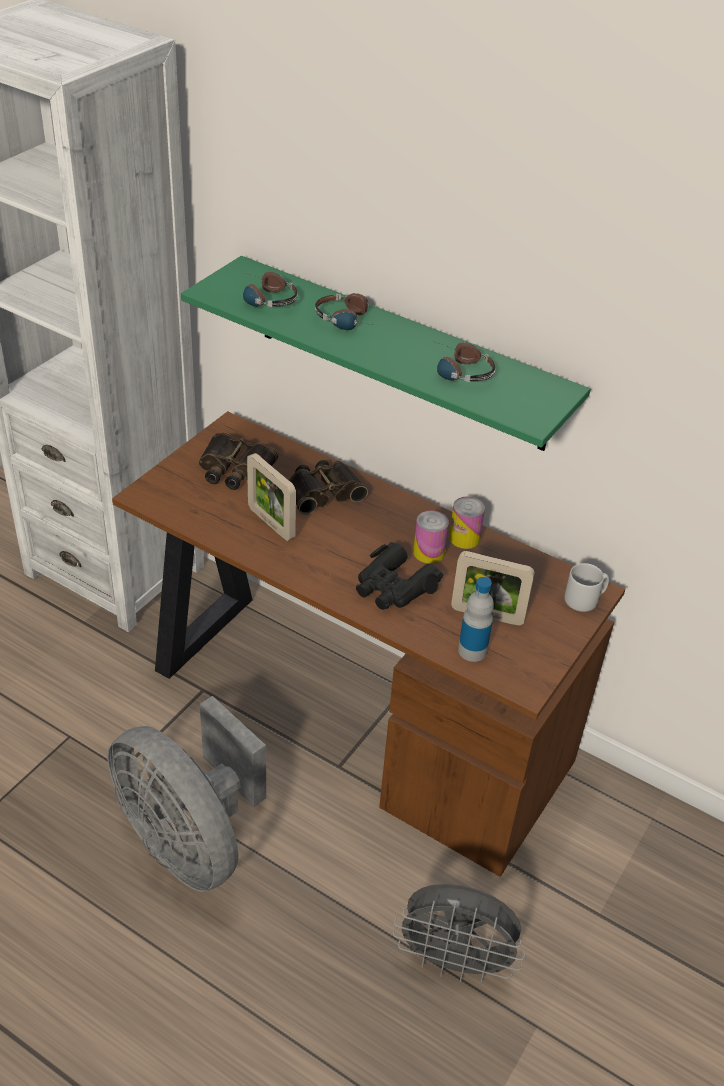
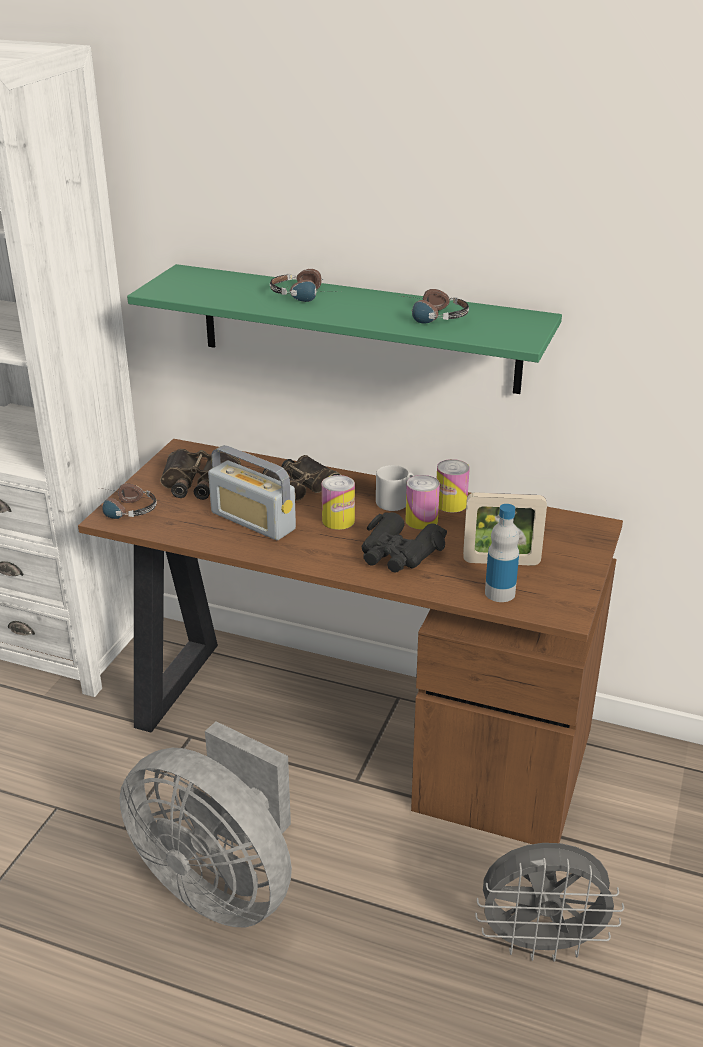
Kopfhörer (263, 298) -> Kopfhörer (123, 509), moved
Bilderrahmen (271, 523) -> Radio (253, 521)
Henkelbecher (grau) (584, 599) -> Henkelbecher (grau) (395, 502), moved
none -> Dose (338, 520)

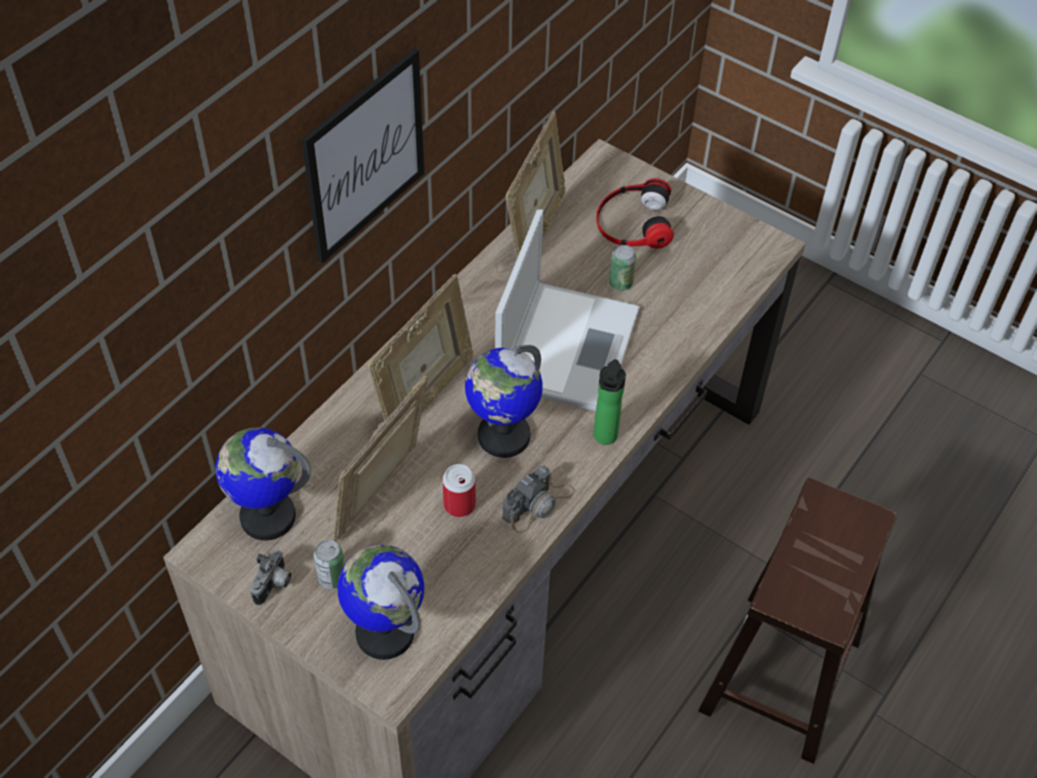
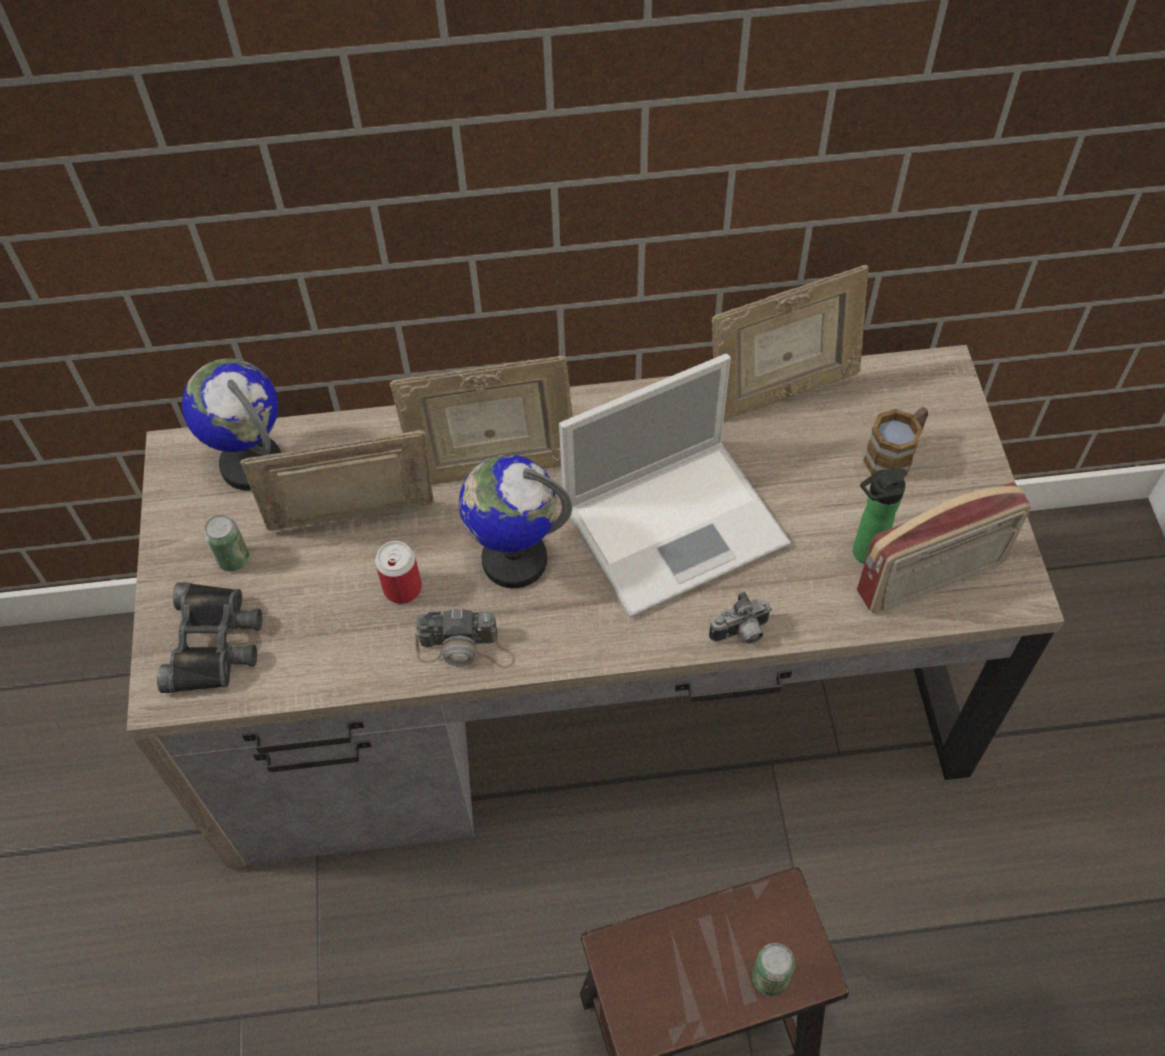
Kamera (274, 585) -> Kamera (741, 633), moved
Bild (365, 156) -> none
Globus (385, 632) -> Fernglas (schwarz) (214, 643)
Flasche (604, 438) -> Flasche (863, 554), moved
Kopfhörer (633, 222) -> Henkelbecher (895, 455)
Dose (620, 283) -> Dose (770, 978), moved
none -> Radio (932, 579)

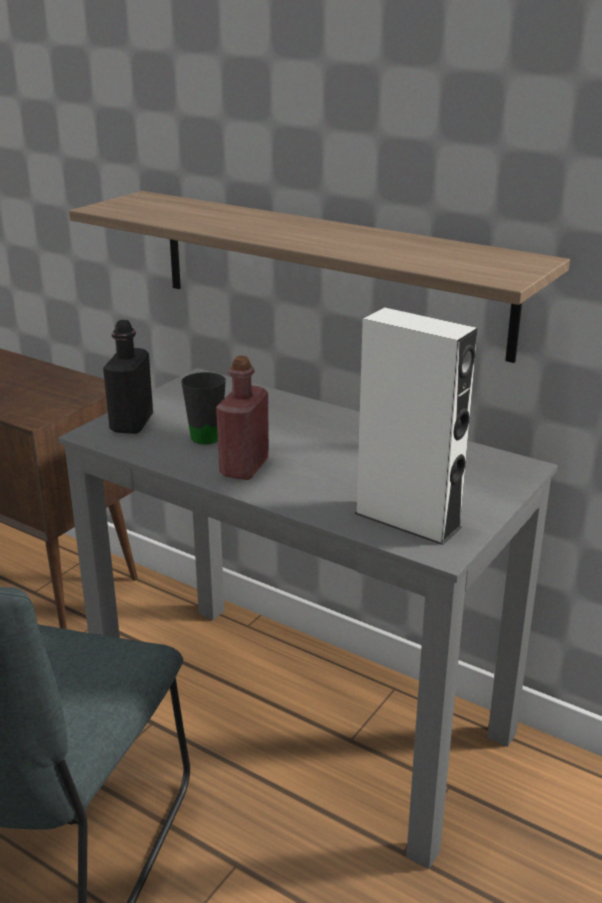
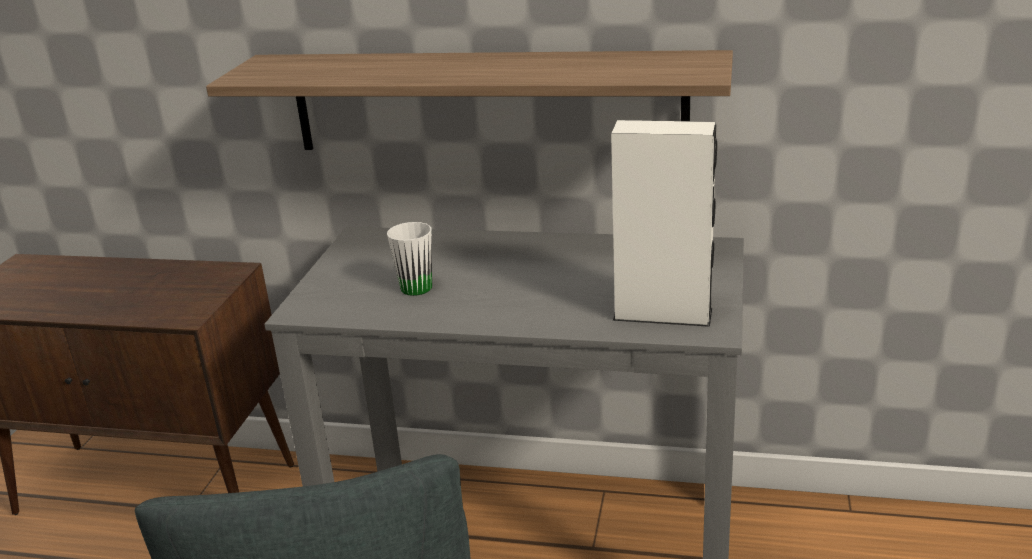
Flasche (schwarz) (132, 423) -> none
Henkelbecher (schwarz) (206, 433) -> Henkelbecher (weiß) (412, 284)
Flasche (rot) (244, 467) -> none

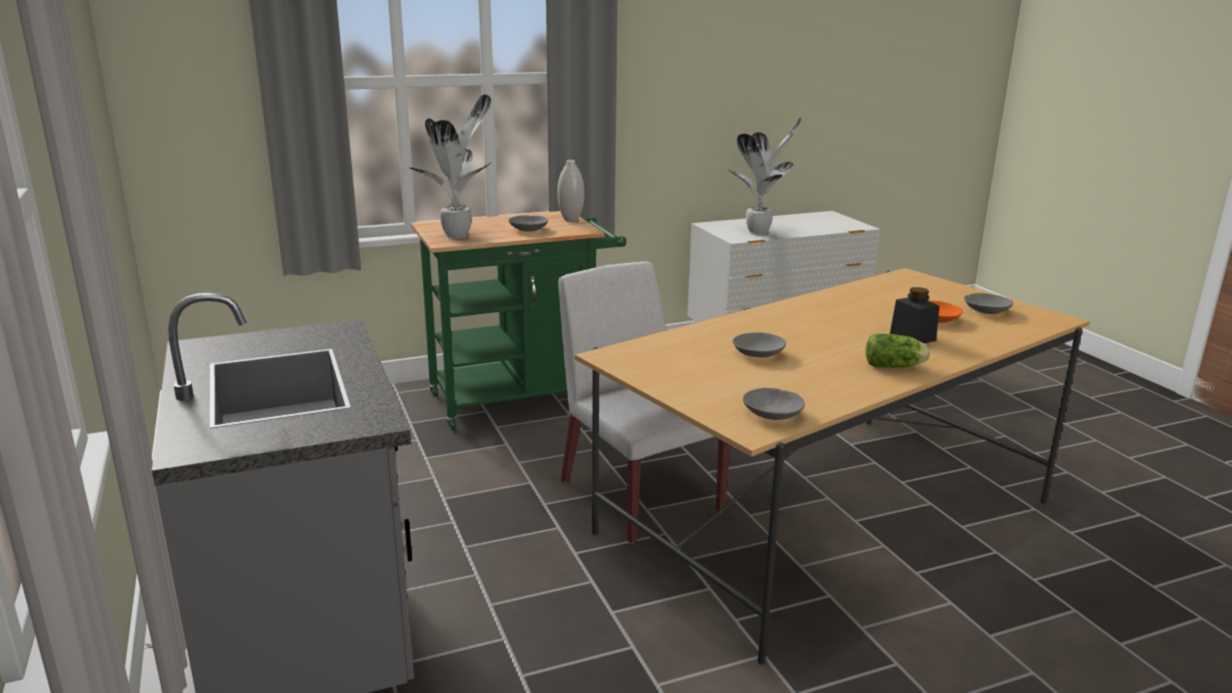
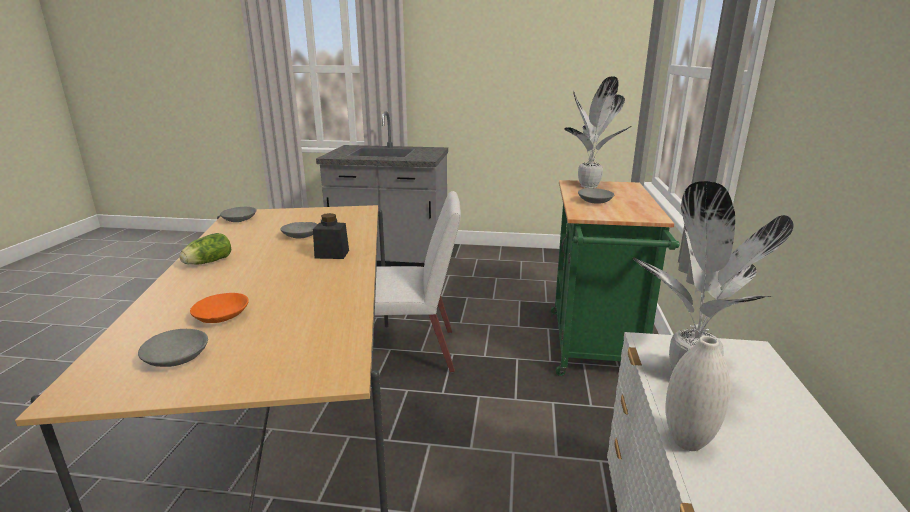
Vase (weiß) (570, 219) -> Vase (weiß) (687, 442), moved
Vorratsglas (schwarz) (912, 337) -> Vorratsglas (schwarz) (332, 254), moved

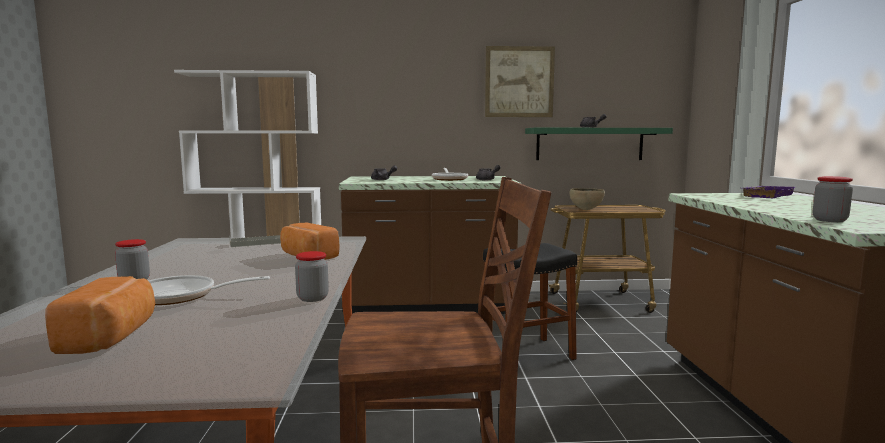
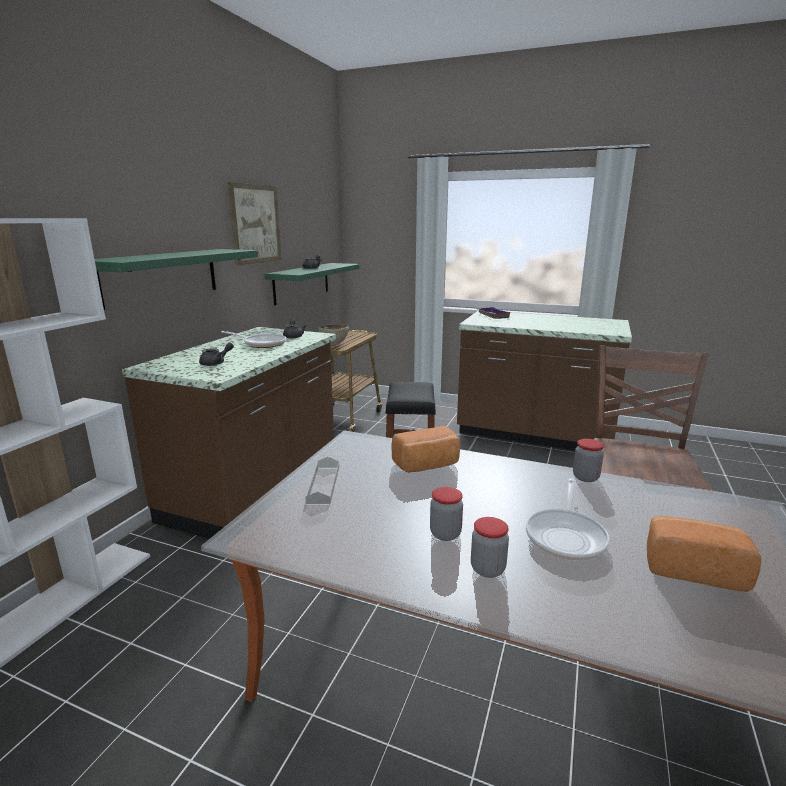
Vorratsglas (829, 220) -> Vorratsglas (445, 534), moved
none -> Wandregal (grün) (161, 276)

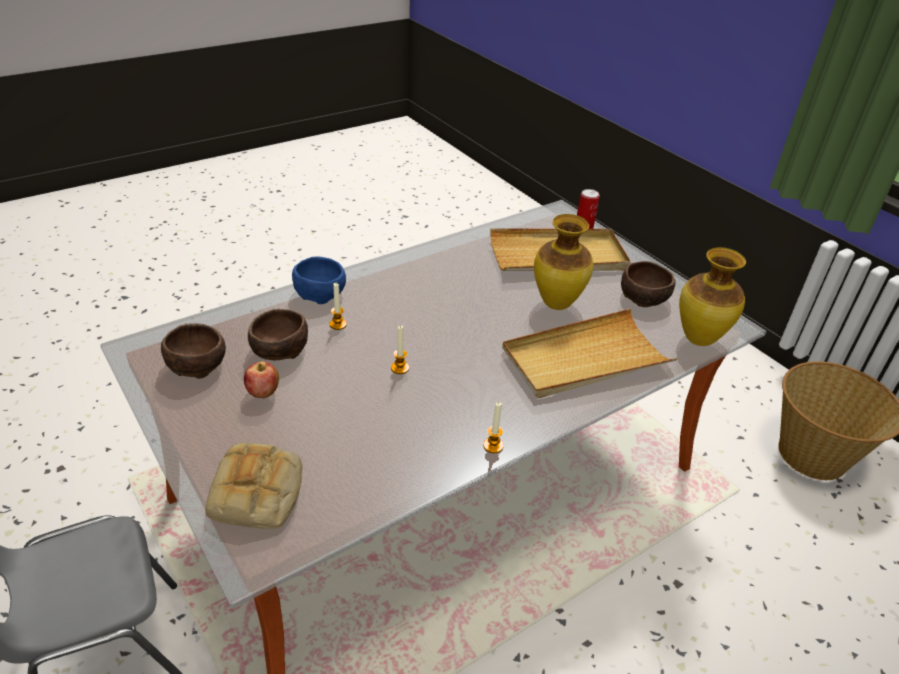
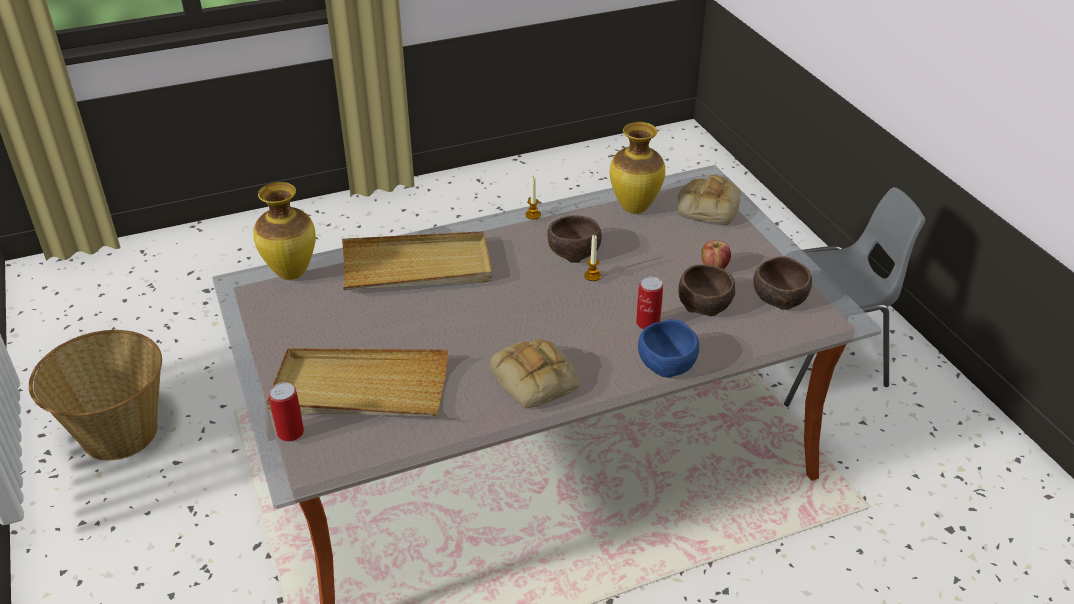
Kerze (338, 324) -> Dose (647, 323)
Vase (557, 303) -> Vase (633, 208), moved
Schüssel (braun) (645, 297) -> Schüssel (braun) (573, 251), moved
none -> Brot (536, 380)

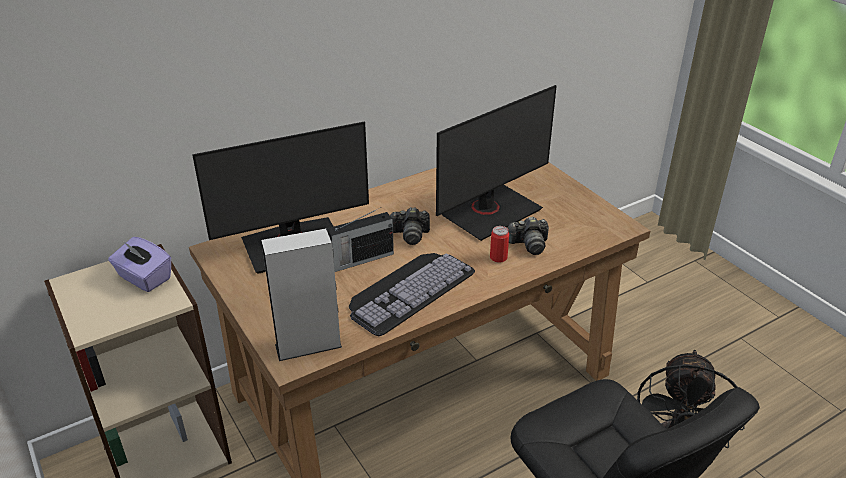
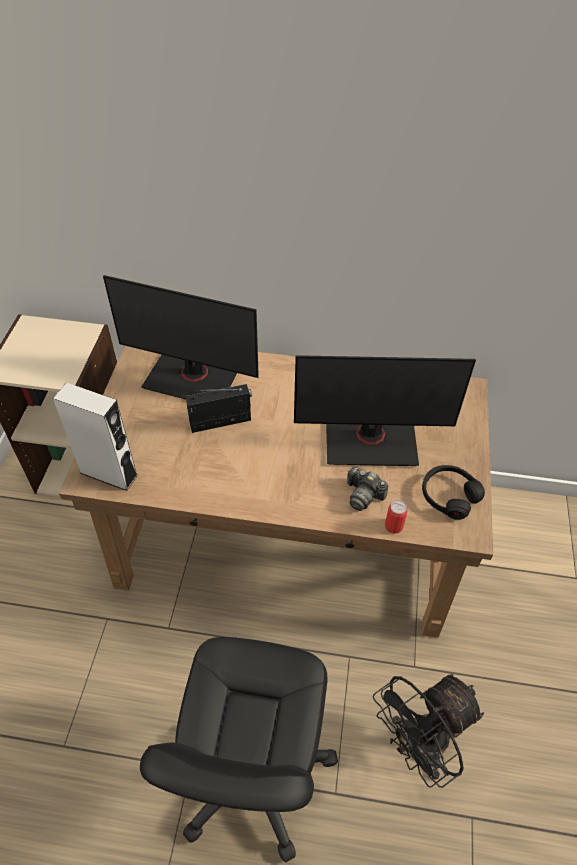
Taschentuchbox (lila) (144, 278) -> none
Radio (360, 259) -> Radio (221, 422), 150 degrees clockwise
Tastatur (408, 289) -> none
Kamera (410, 235) -> none
Dose (498, 257) -> Dose (393, 526), moved
none -> Kopfhörer (schwarz) (449, 495)

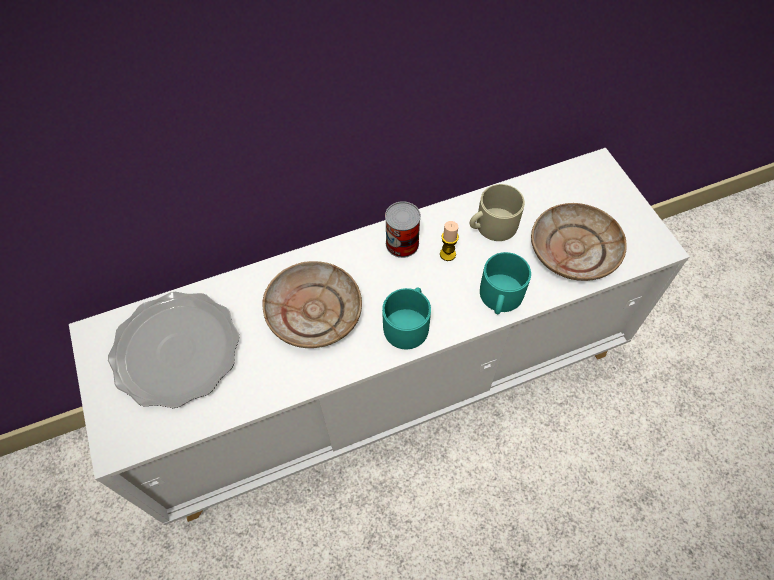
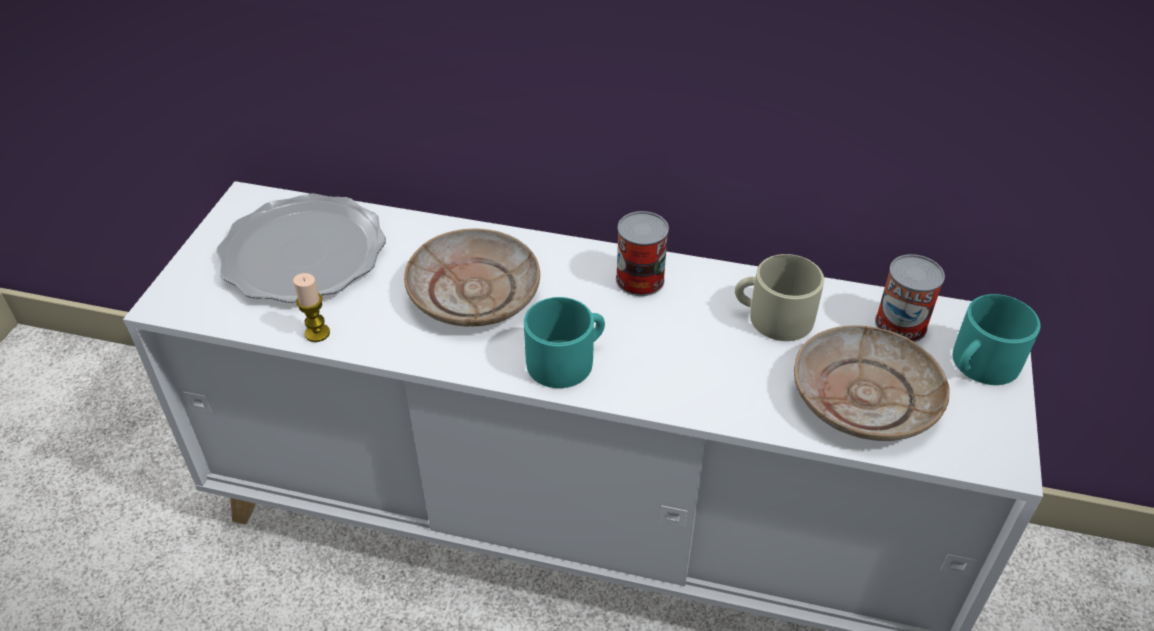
Kerze (447, 254) -> Kerze (317, 333), moved
Henkelbecher (türkis) (500, 298) -> Henkelbecher (türkis) (980, 364), moved
none -> Dose (900, 324)

